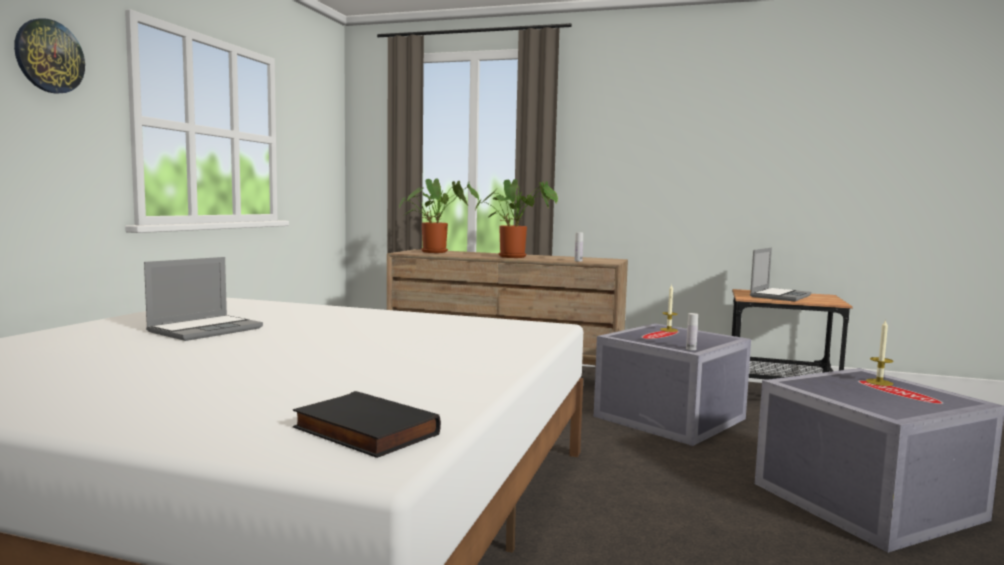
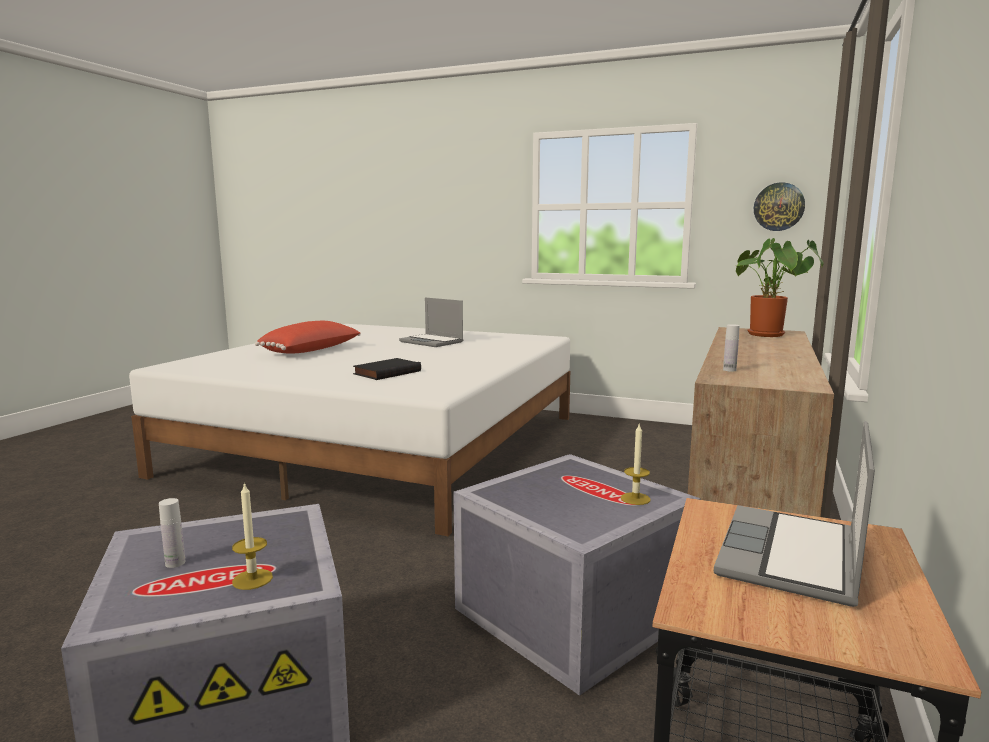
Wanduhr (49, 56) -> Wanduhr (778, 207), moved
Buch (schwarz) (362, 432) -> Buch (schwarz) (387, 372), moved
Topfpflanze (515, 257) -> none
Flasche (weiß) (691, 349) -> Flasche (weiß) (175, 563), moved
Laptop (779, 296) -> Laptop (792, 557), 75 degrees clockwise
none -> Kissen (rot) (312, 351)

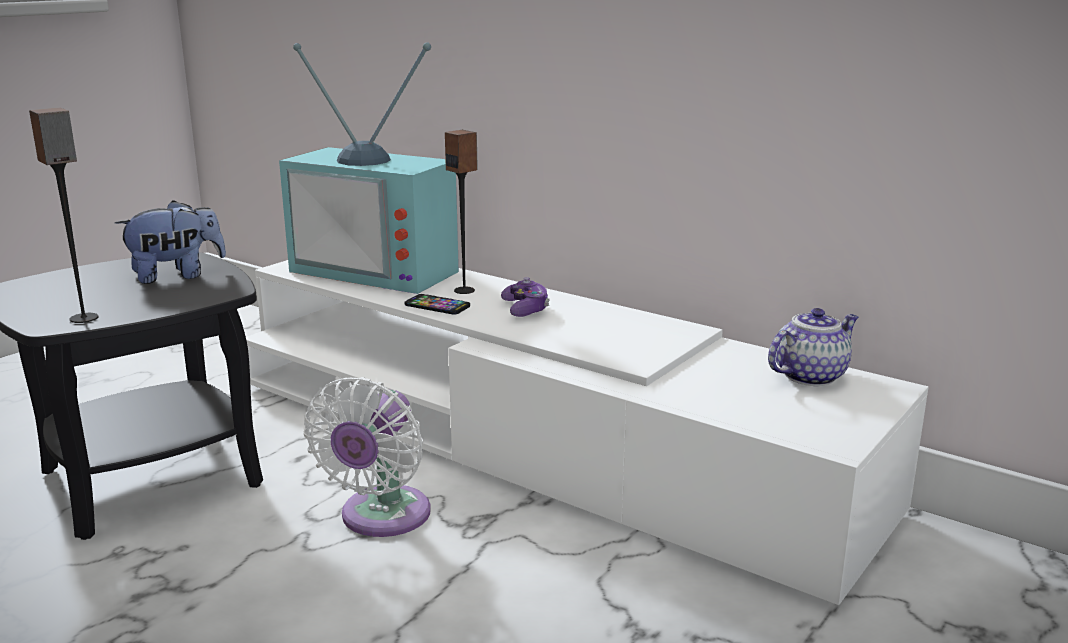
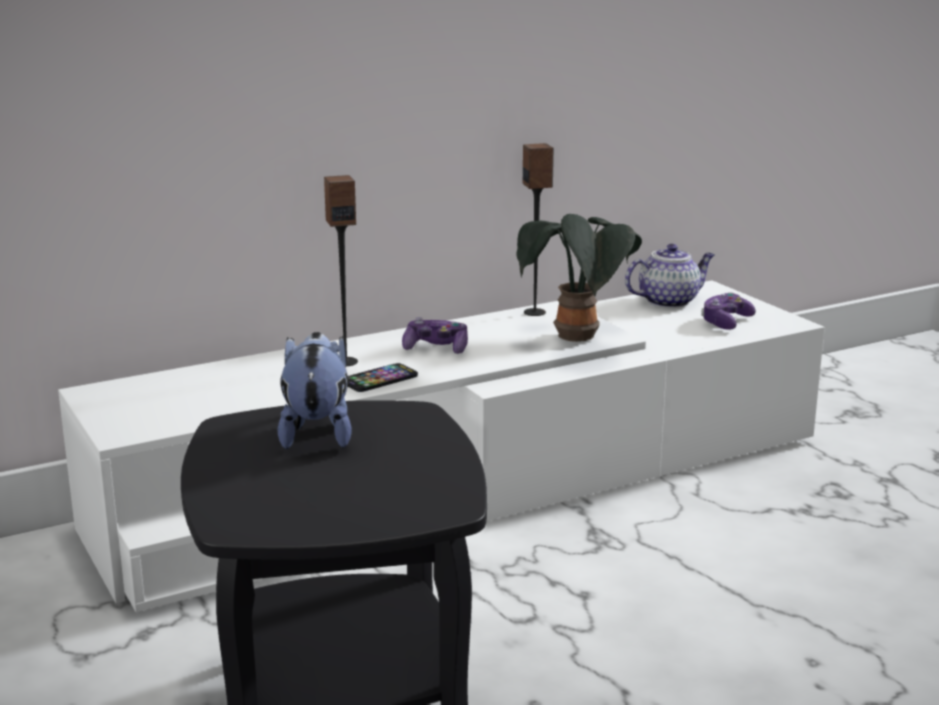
Lautsprecher (84, 318) -> Lautsprecher (535, 312), moved
Fernseher (381, 269) -> none
Ventilator (weiß) (381, 518) -> none
Teekanne (810, 375) -> Teekanne (669, 301), 75 degrees clockwise
none -> Topfpflanze (578, 339)
none -> Gamepad (725, 322)

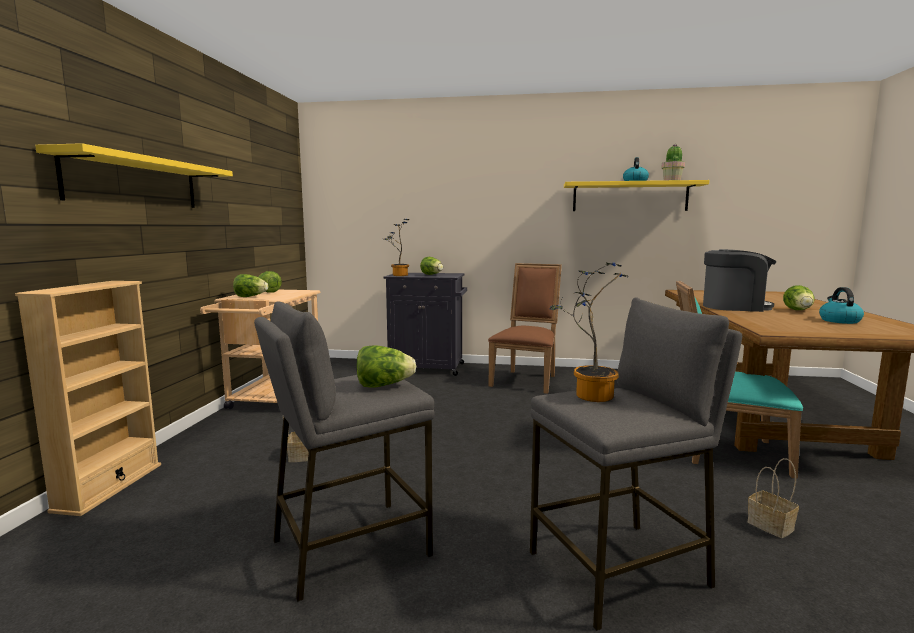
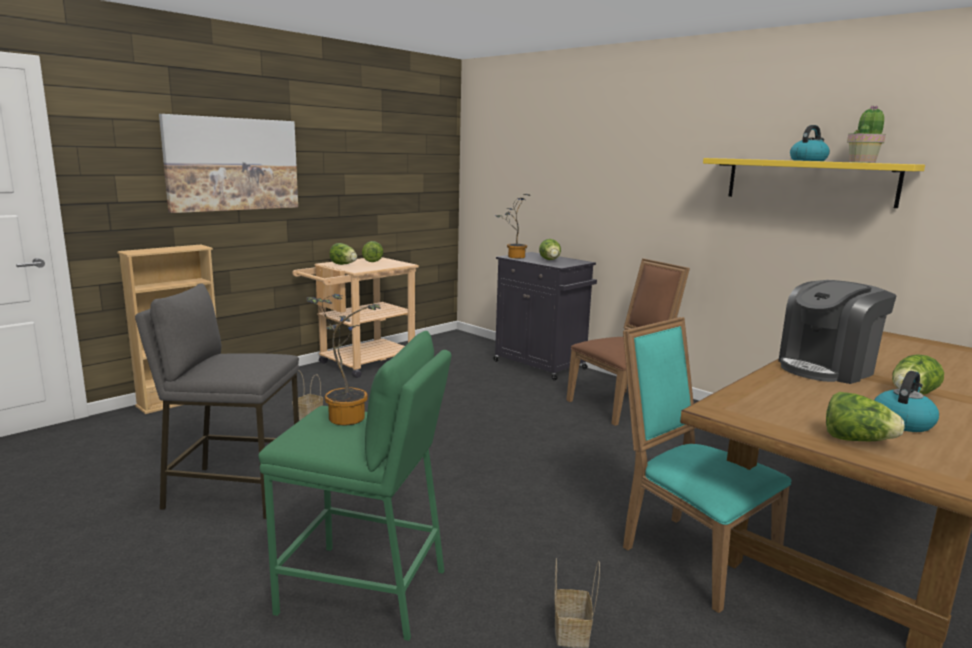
Wandregal (gelb) (135, 182) -> Bild (232, 164)
Salatkopf (384, 385) -> Salatkopf (856, 440), moved
Hocker (grau) (620, 570) -> Hocker (grün) (364, 591)
Kaffeemaschine (734, 307) -> Kaffeemaschine (827, 368), 105 degrees clockwise

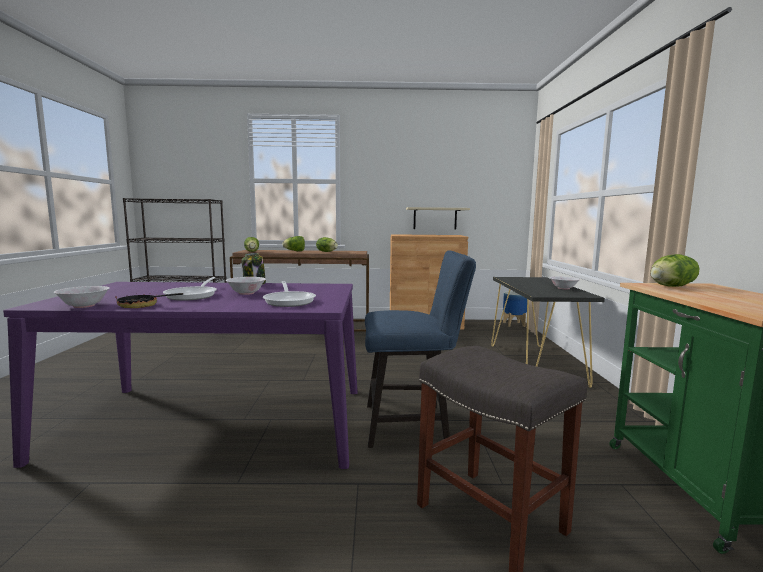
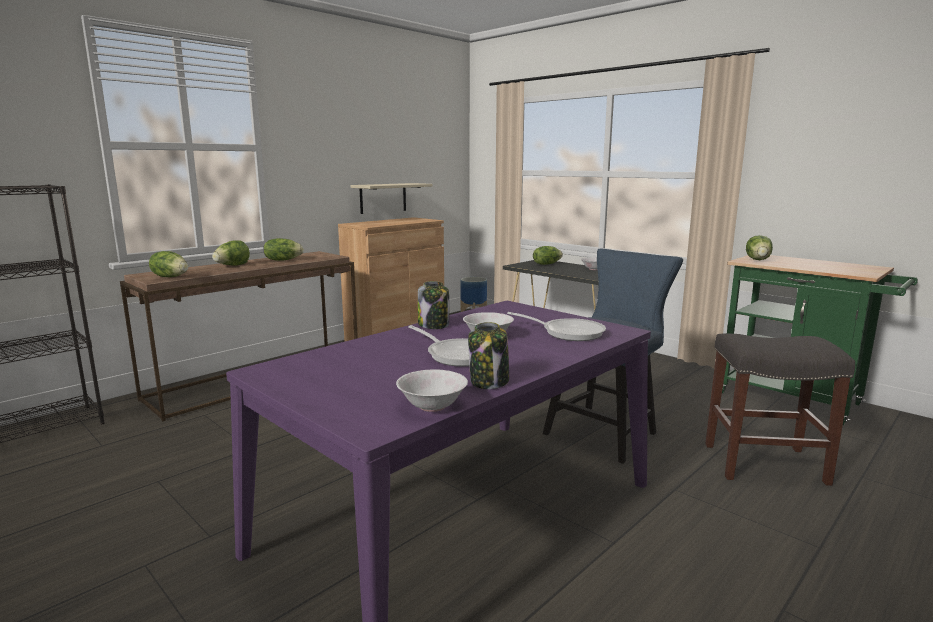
Pfanne (143, 306) -> Vorratsglas (489, 381)
none -> Salatkopf (546, 264)

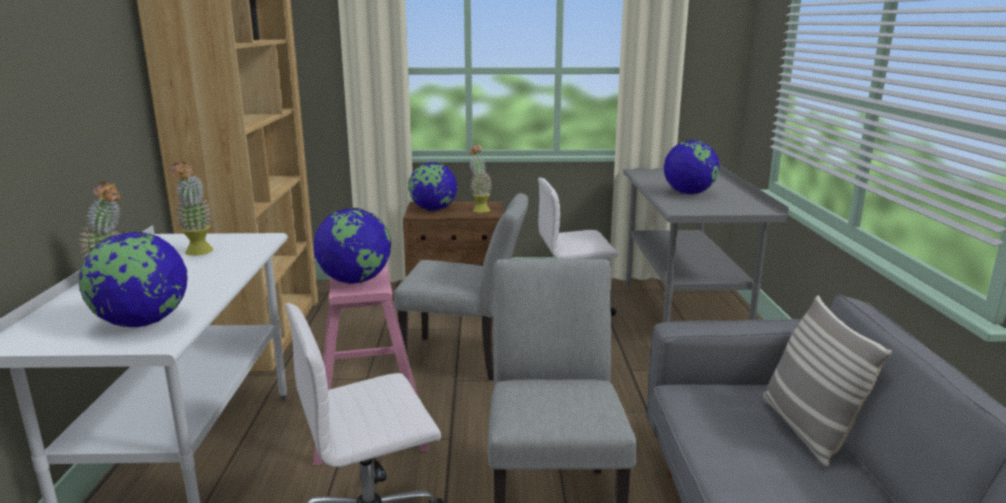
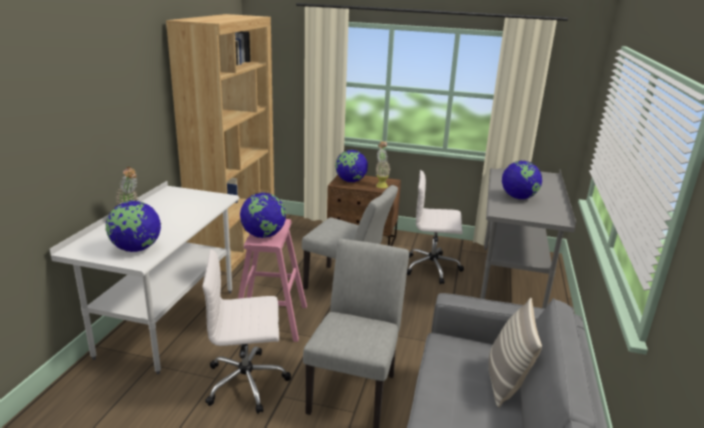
Topfpflanze (198, 253) -> none

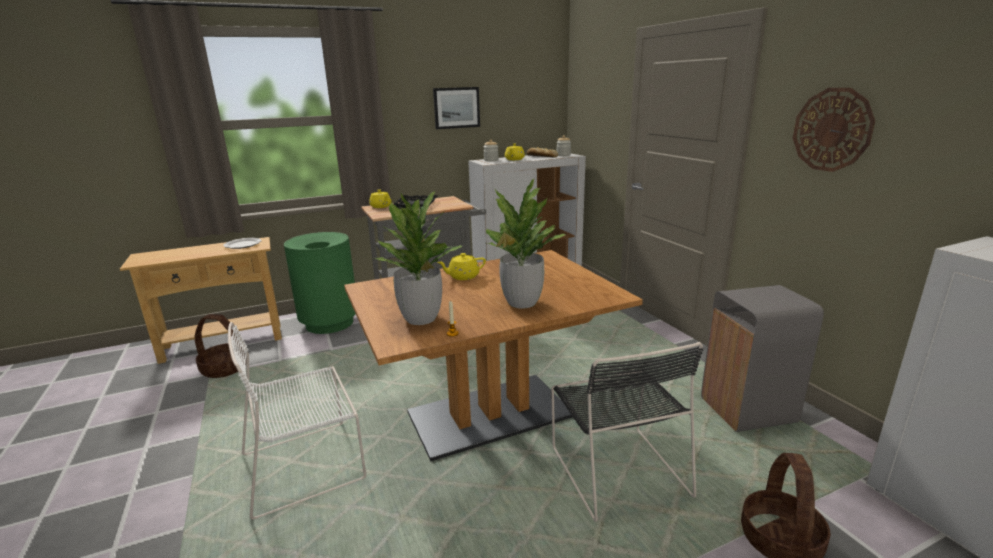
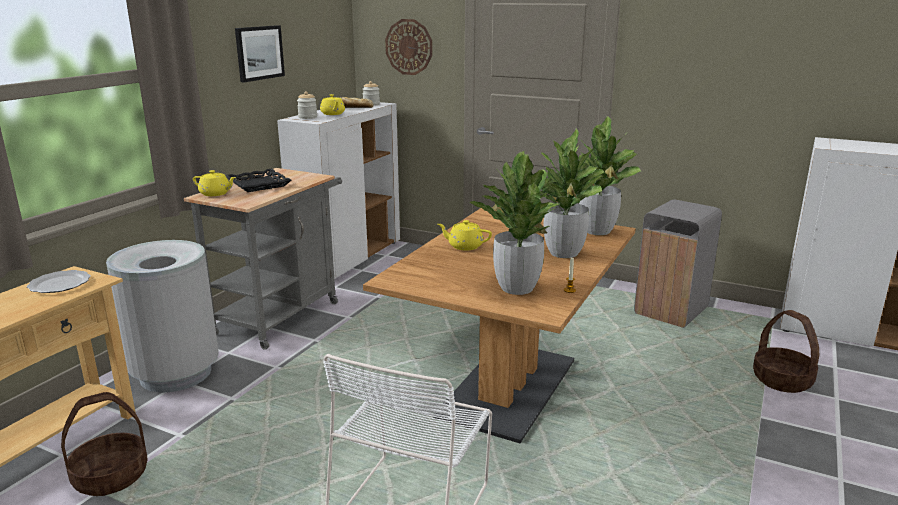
Mülleimer (grün) (330, 323) -> Mülleimer (grau) (176, 373)
Teekanne (gelb) (463, 276) -> Teekanne (gelb) (464, 246), 75 degrees clockwise
Stuhl (schwarz) (616, 468) -> none
Wanduhr (832, 130) -> Wanduhr (409, 47), moved
none -> Topfpflanze (597, 231)

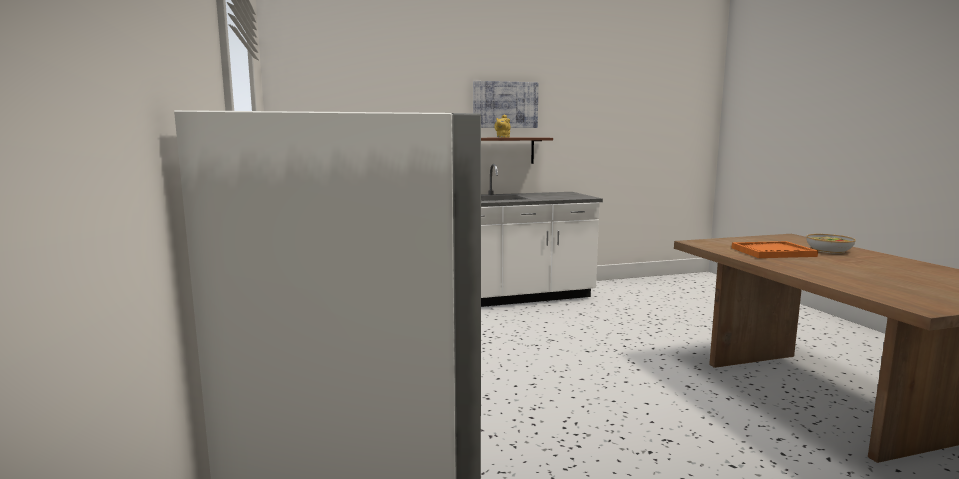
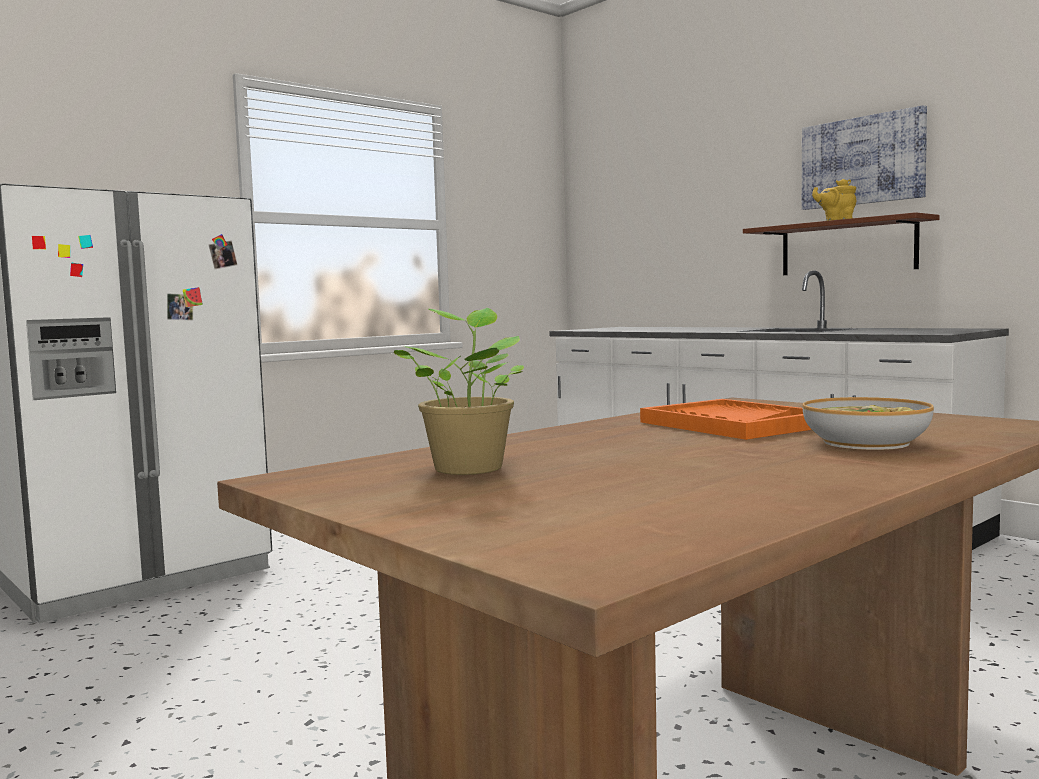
none -> Topfpflanze (469, 467)

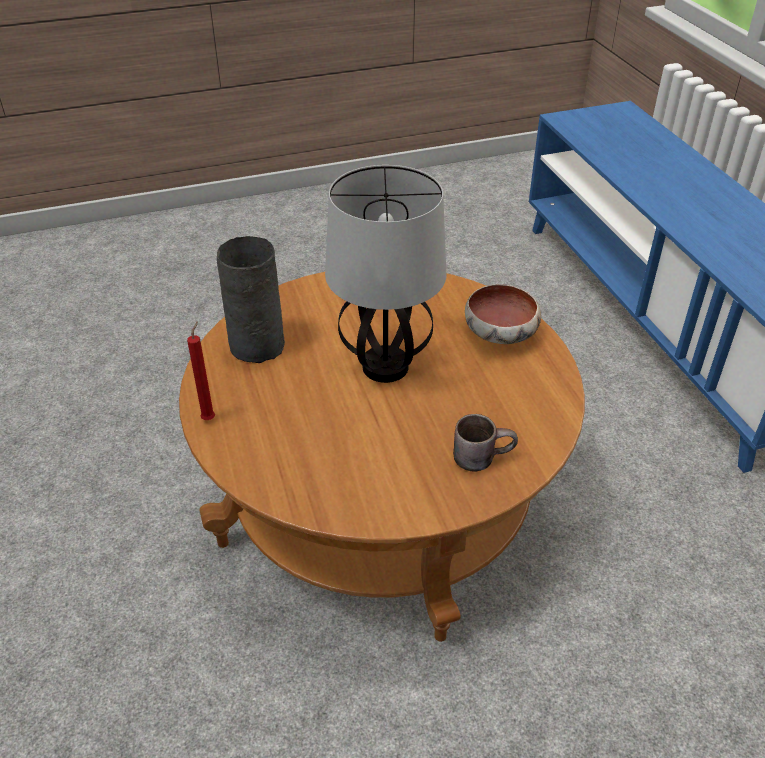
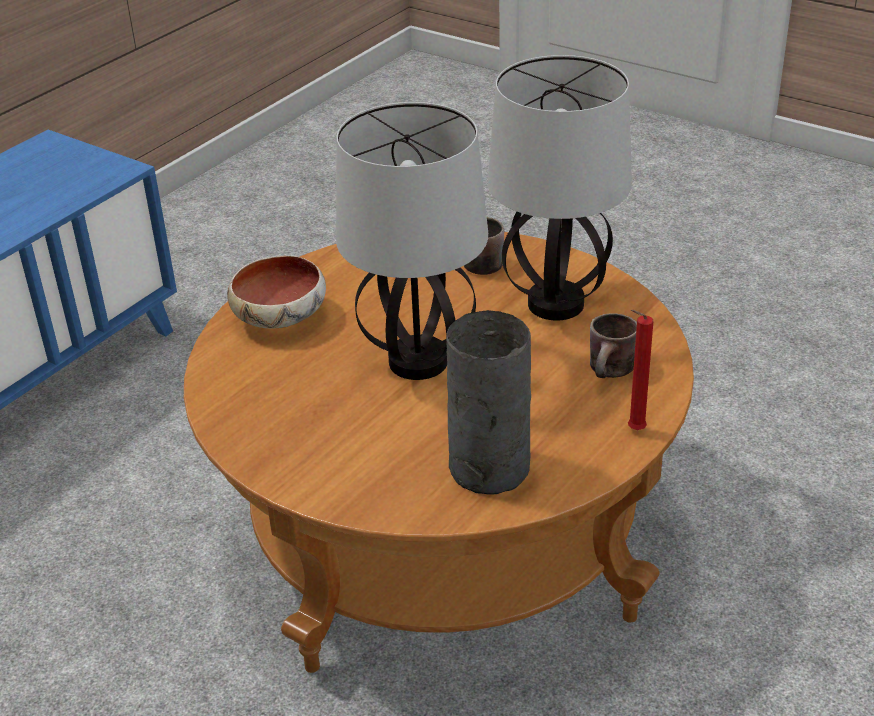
none -> Tischlampe (557, 303)
none -> Henkelbecher (braun) (613, 373)

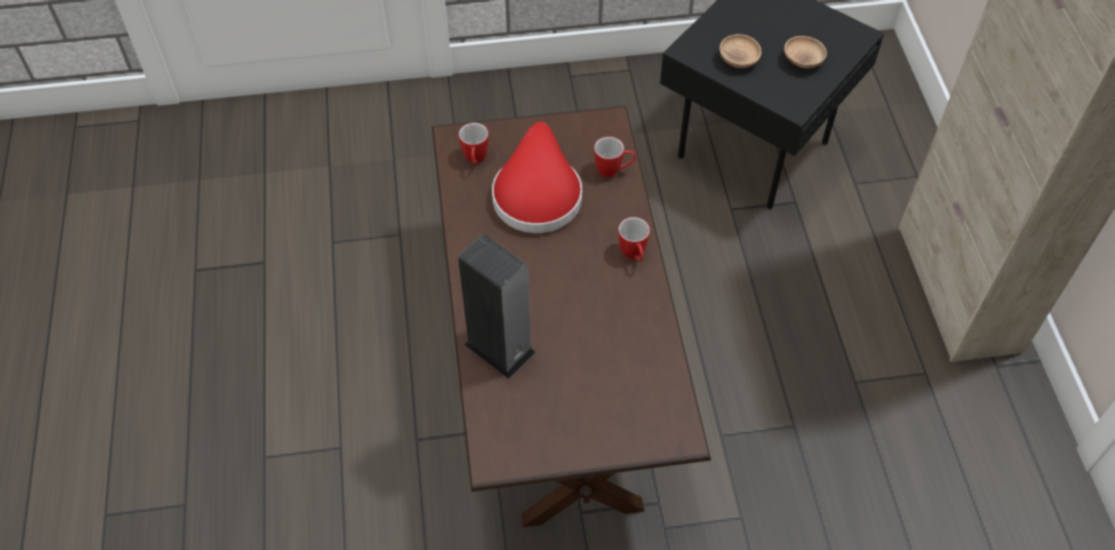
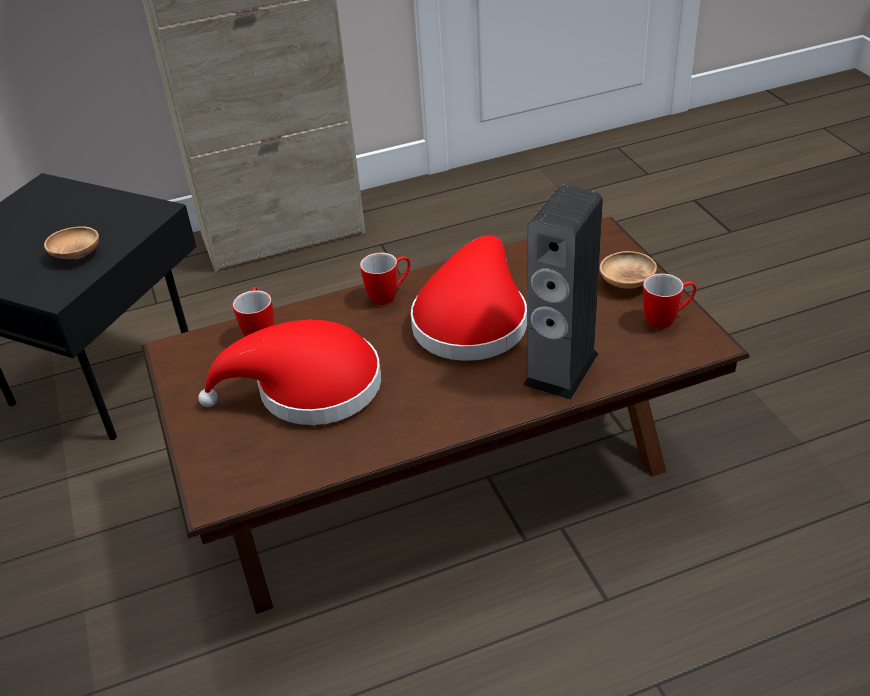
Henkelbecher (475, 161) -> Henkelbecher (667, 319), moved
Schüssel (braun) (802, 61) -> Schüssel (braun) (626, 283), moved
none -> Hut (rot) (472, 320)

